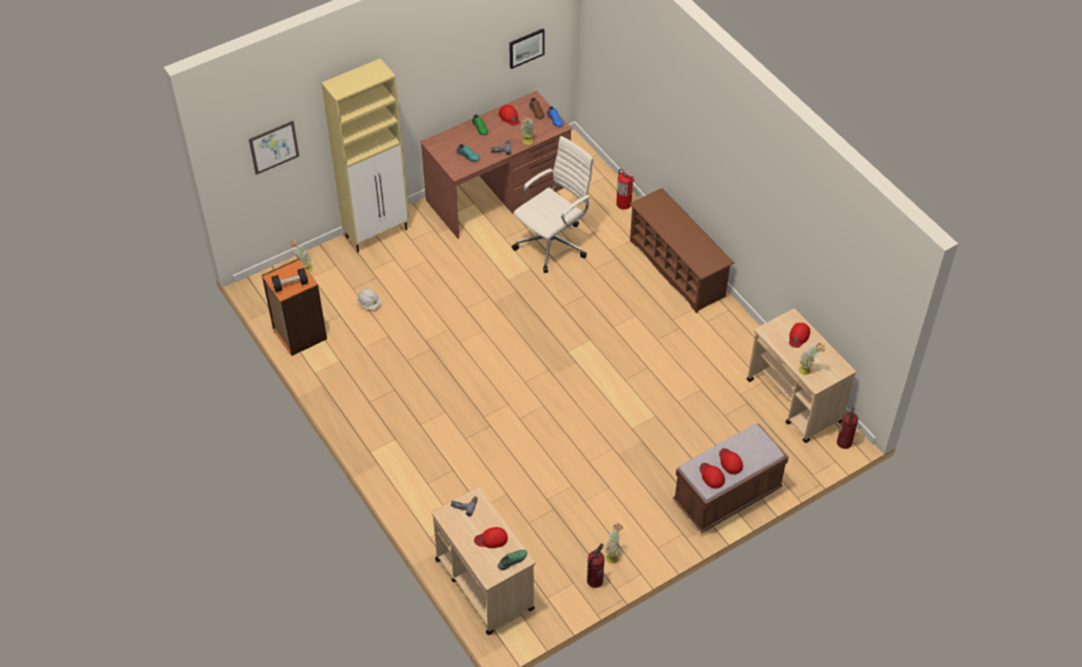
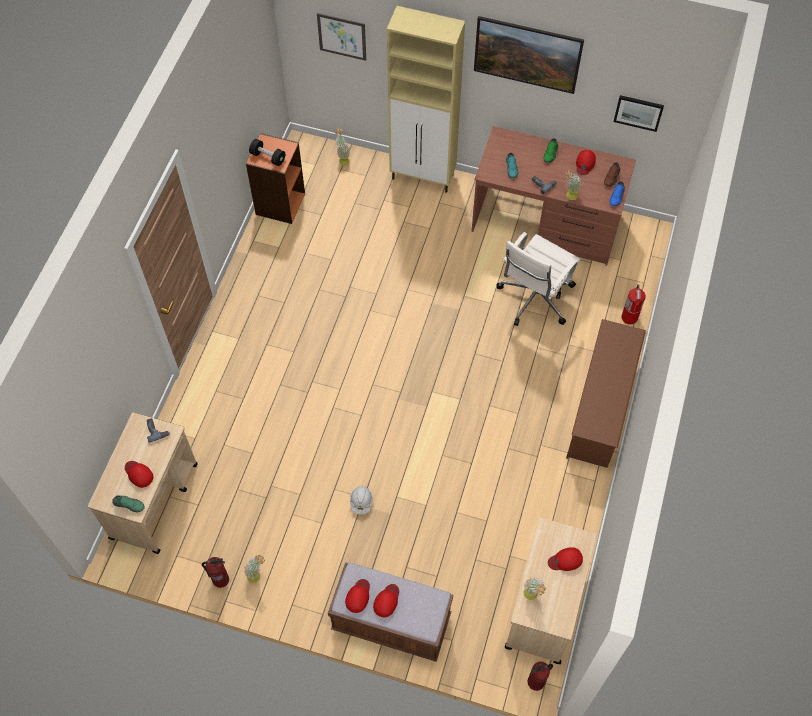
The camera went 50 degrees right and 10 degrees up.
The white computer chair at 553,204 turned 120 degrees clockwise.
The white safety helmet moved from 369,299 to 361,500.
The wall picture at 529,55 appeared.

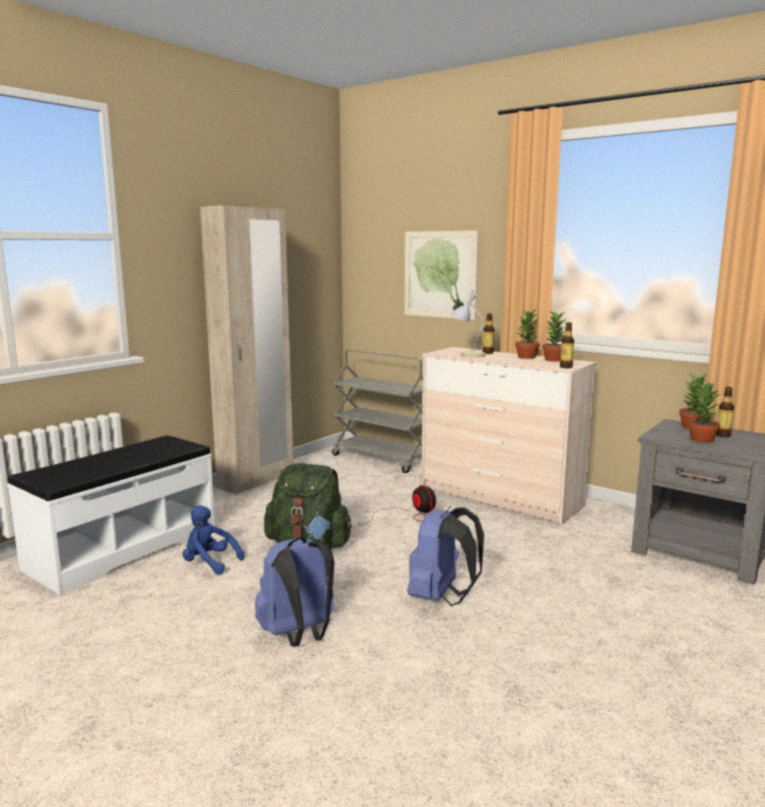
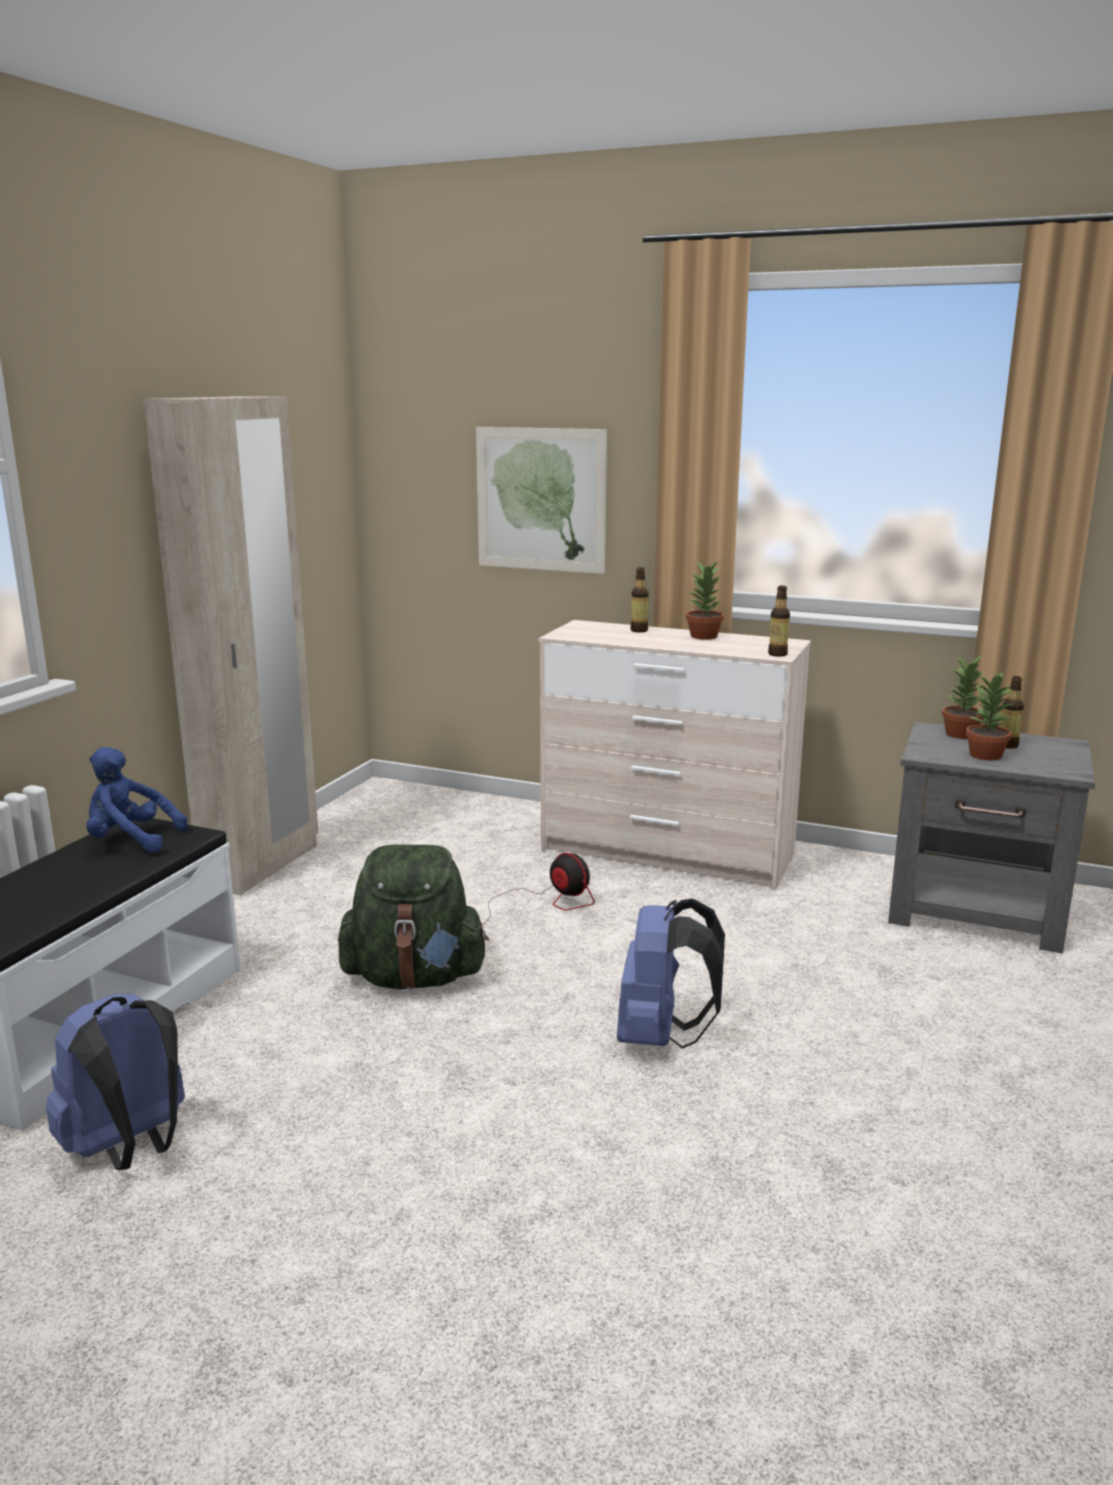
The camera went 15 degrees left and 5 degrees up.
The lamp for a table at 468,324 disappeared.
The potted plant at 553,336 disappeared.
The grey cart at 377,411 disappeared.
The blue-coloured cuddly toy moved from 213,540 to 137,800.
The blue-coloured backpack moved from 295,592 to 115,1082.

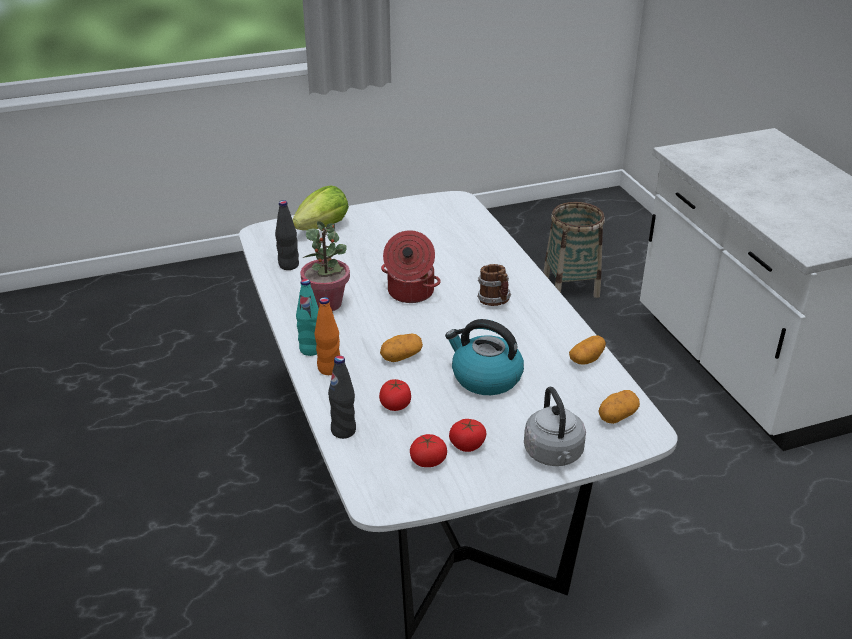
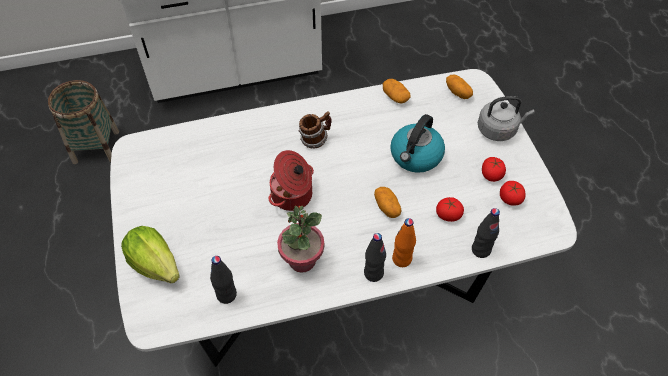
The camera went 85 degrees left and 20 degrees up.
The turquoise-coloured drink bottle at 307,317 became the black-coloured drink bottle at 375,257.

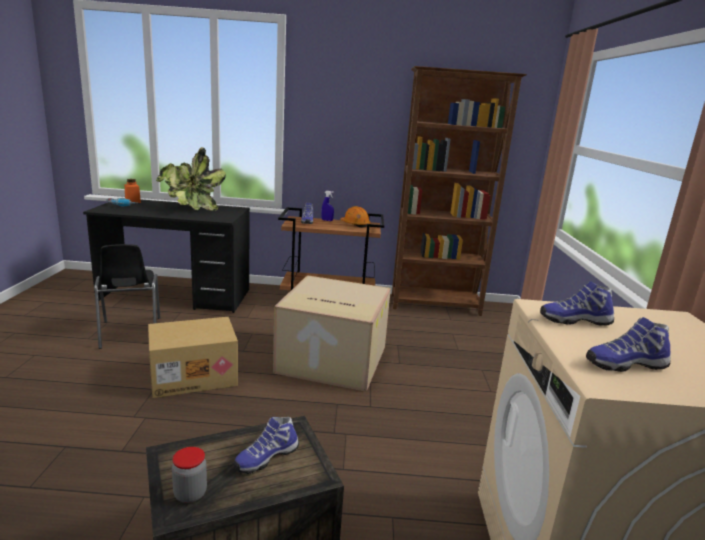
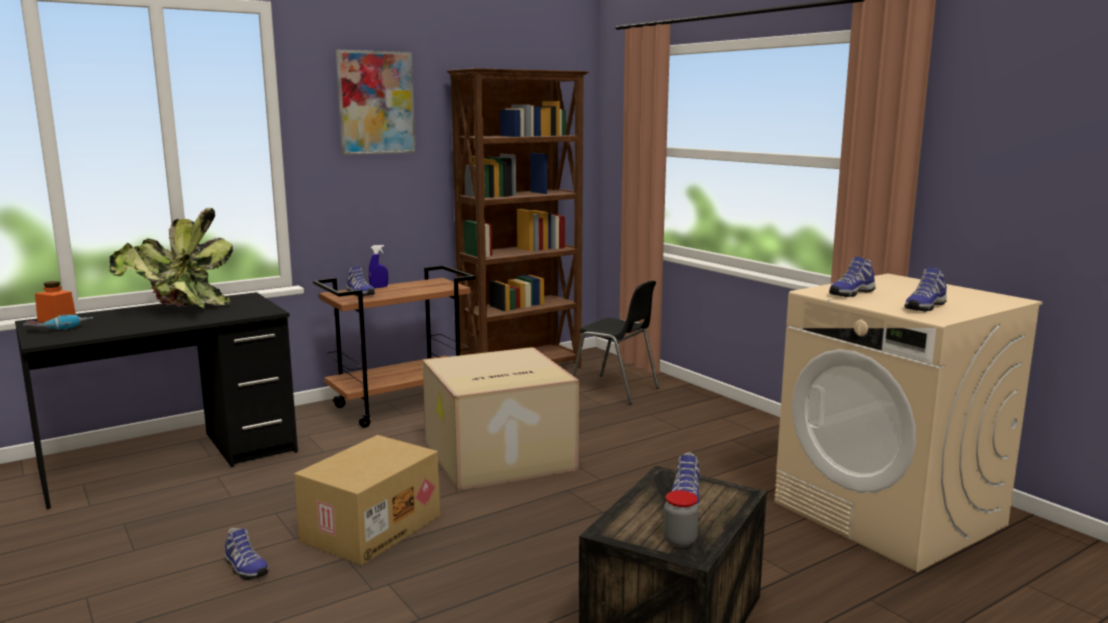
The camera went 35 degrees left and 5 degrees down.
The orange-coloured safety helmet at 355,217 disappeared.
The black-coloured chair moved from 127,296 to 616,342.
The wall picture at 376,102 appeared.
The shoe at 247,554 appeared.

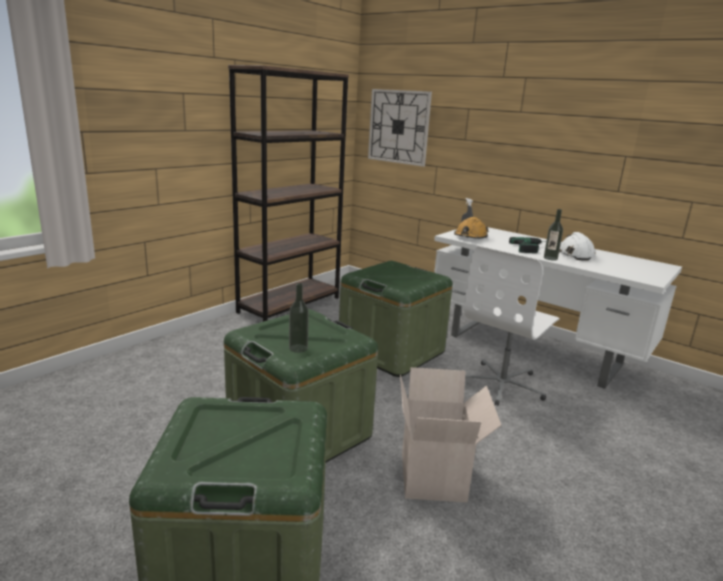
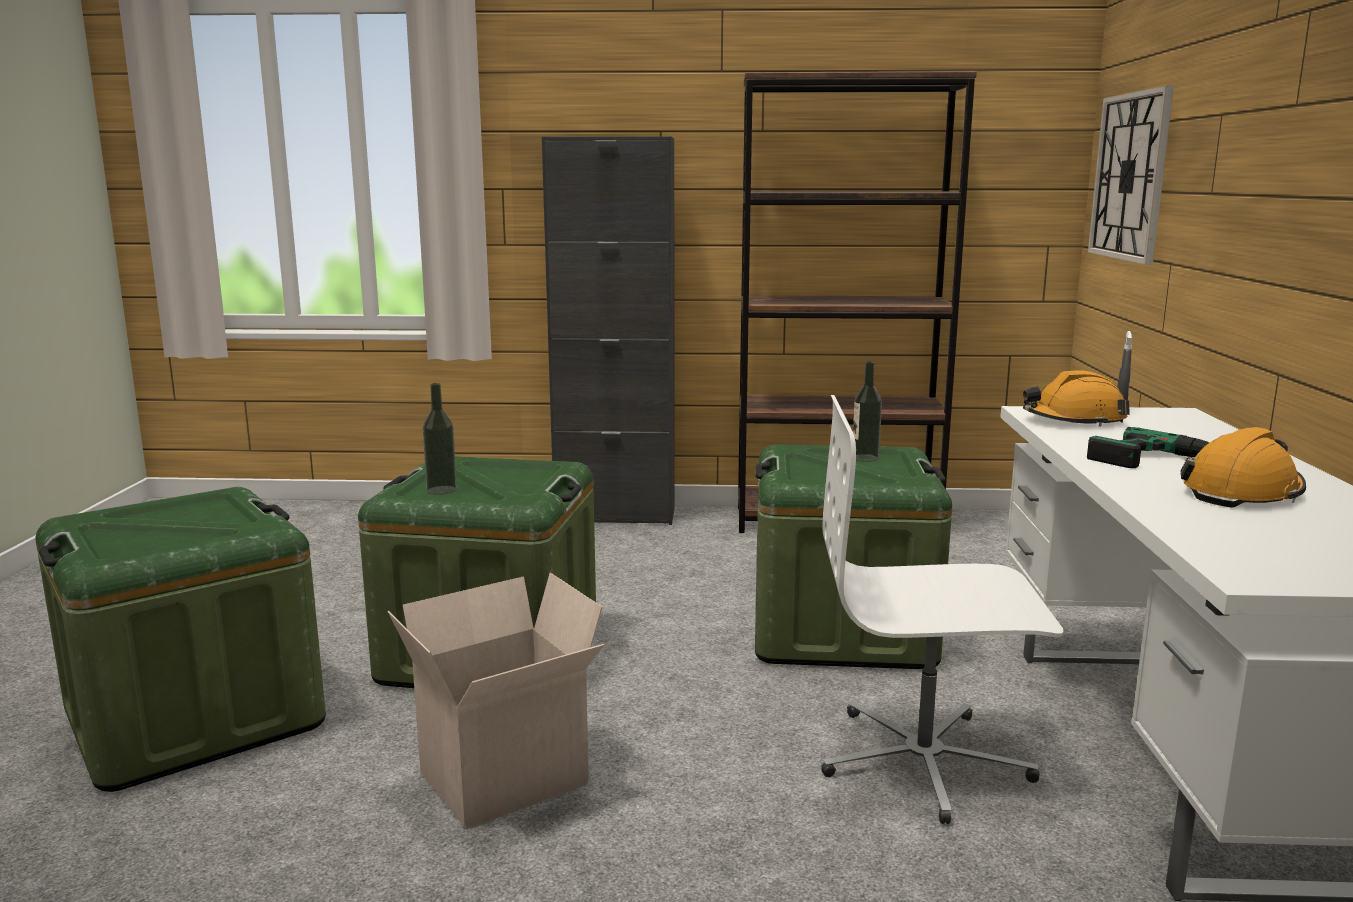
The camera went 55 degrees right and 5 degrees down.
The drink bottle moved from 553,235 to 867,411.
The white safety helmet at 577,246 became the orange-coloured safety helmet at 1243,467.
The black-coloured storage cabinet at 608,330 appeared.

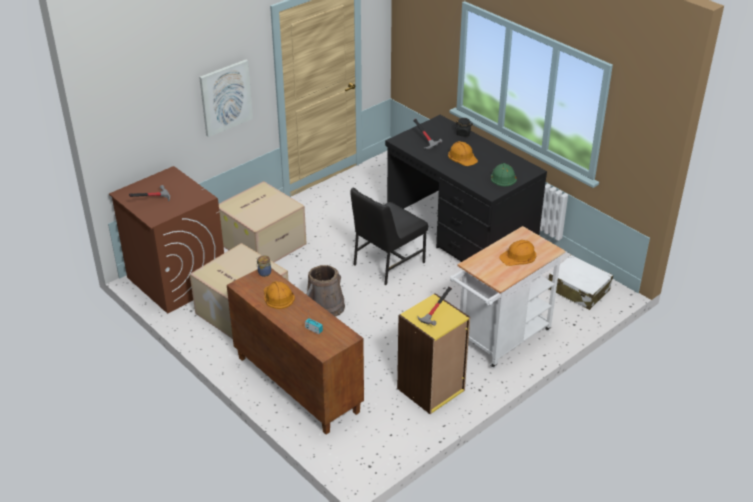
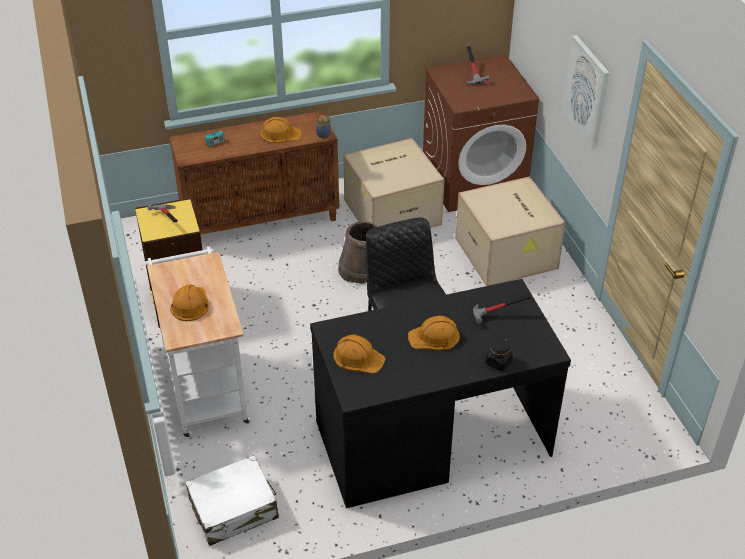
The camera went 115 degrees right and 5 degrees up.
The green-coloured safety helmet at 504,175 became the orange-coloured safety helmet at 359,354.

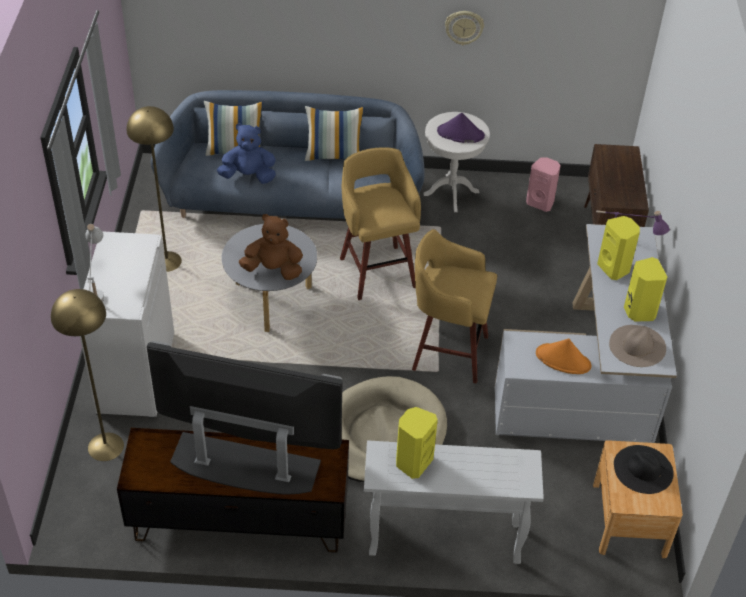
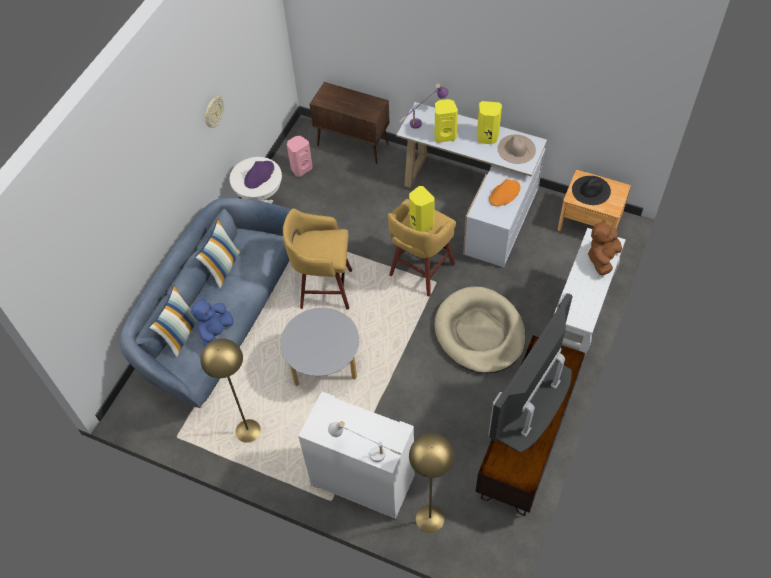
The camera went 65 degrees left and 10 degrees up.
The brownish cuddly toy moved from 271,247 to 605,247.
The yellow audio speaker moved from 417,443 to 422,209.

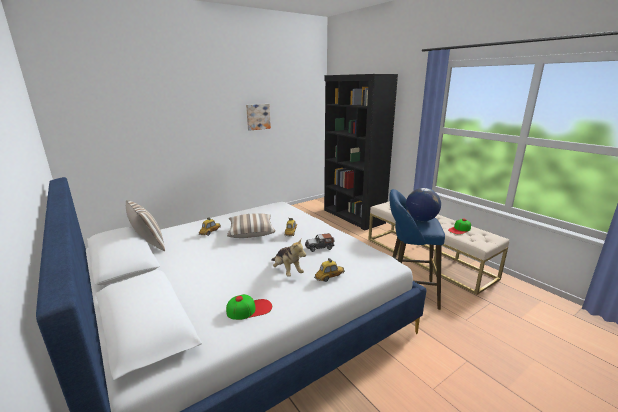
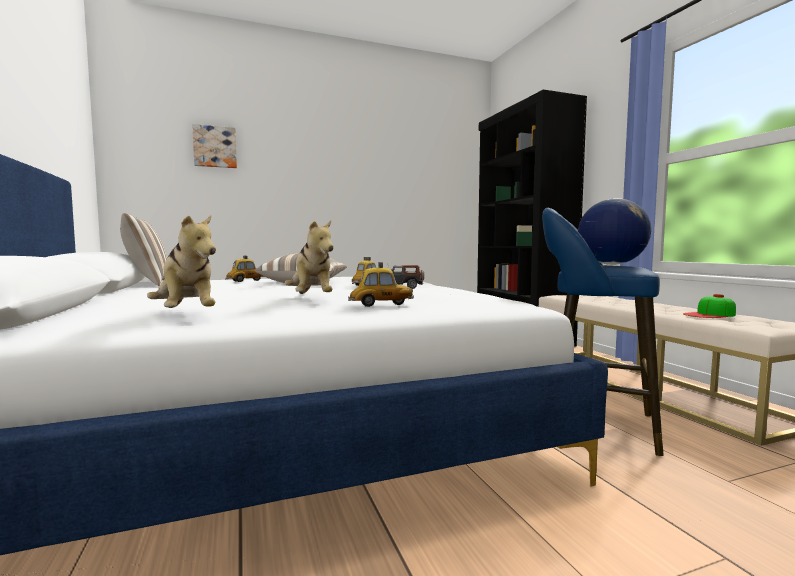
The camera went 15 degrees right and 15 degrees down.
The wall picture moved from 258,117 to 214,146.
The baseball cap at 249,307 was replaced by the cuddly toy at 181,261.

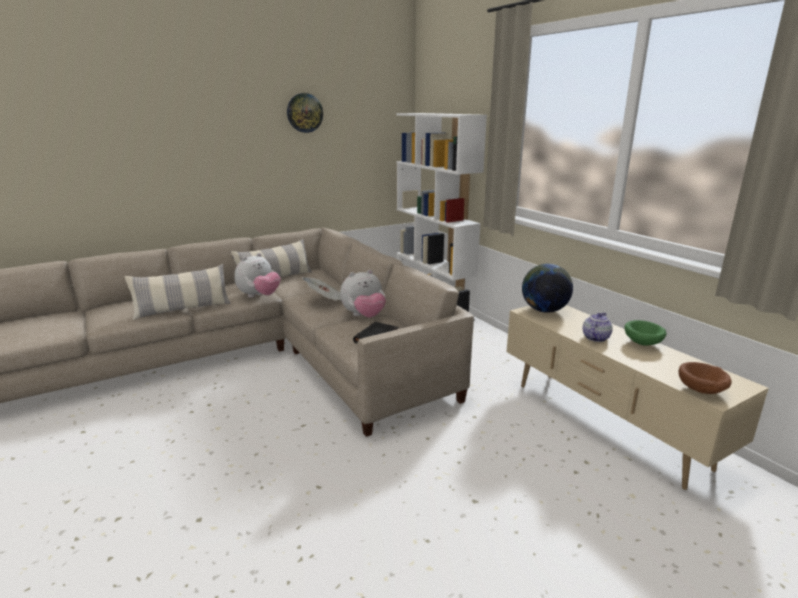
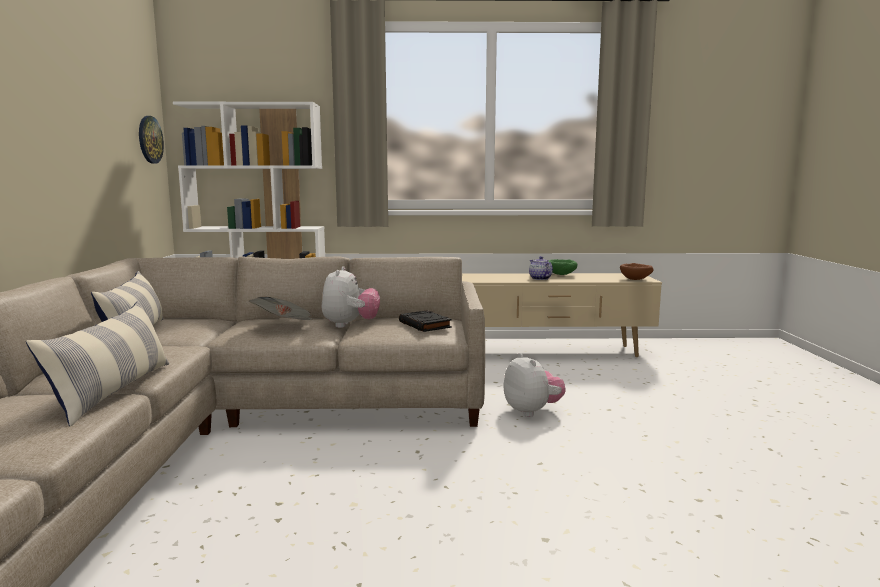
The camera went 60 degrees left and 10 degrees down.
The clock on the wall moved from 305,113 to 151,140.
The cuddly toy moved from 257,275 to 534,385.
The globe at 547,288 disappeared.

